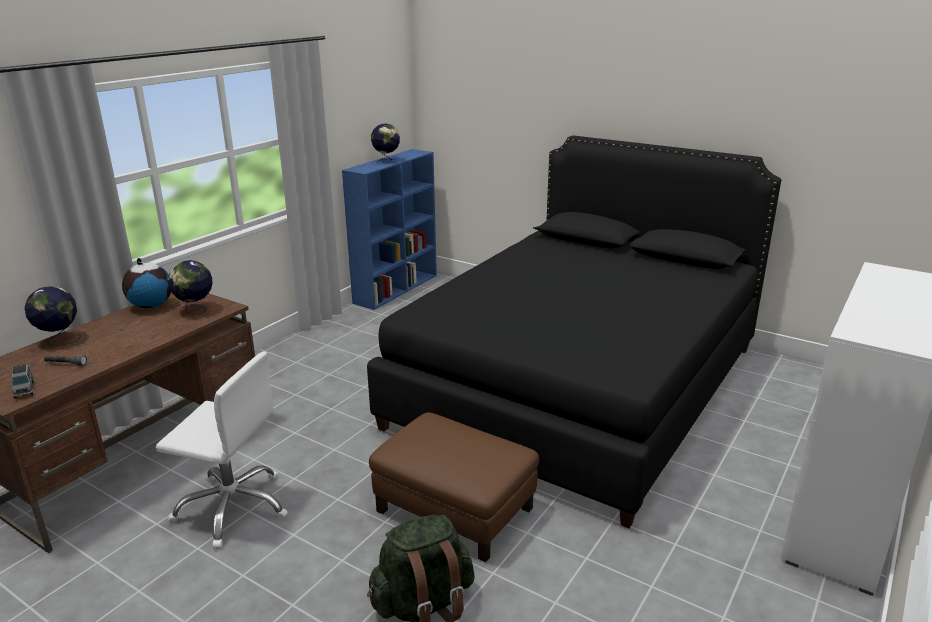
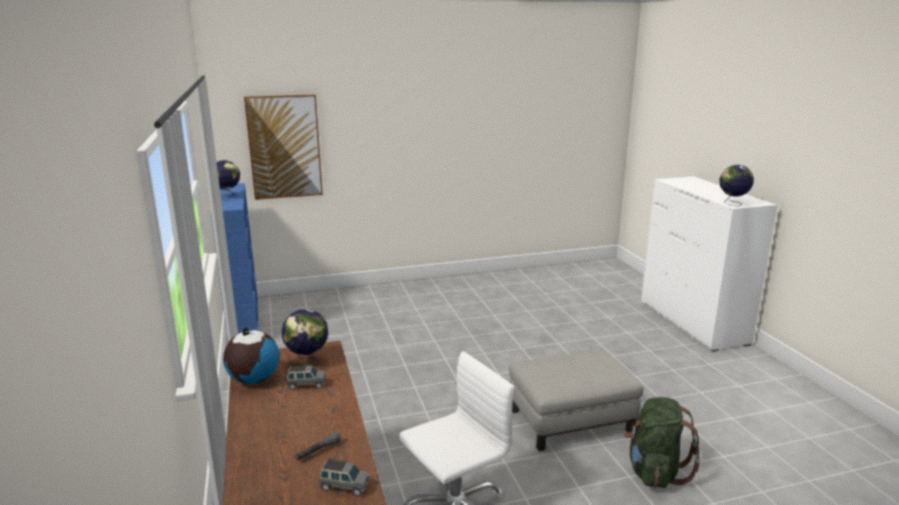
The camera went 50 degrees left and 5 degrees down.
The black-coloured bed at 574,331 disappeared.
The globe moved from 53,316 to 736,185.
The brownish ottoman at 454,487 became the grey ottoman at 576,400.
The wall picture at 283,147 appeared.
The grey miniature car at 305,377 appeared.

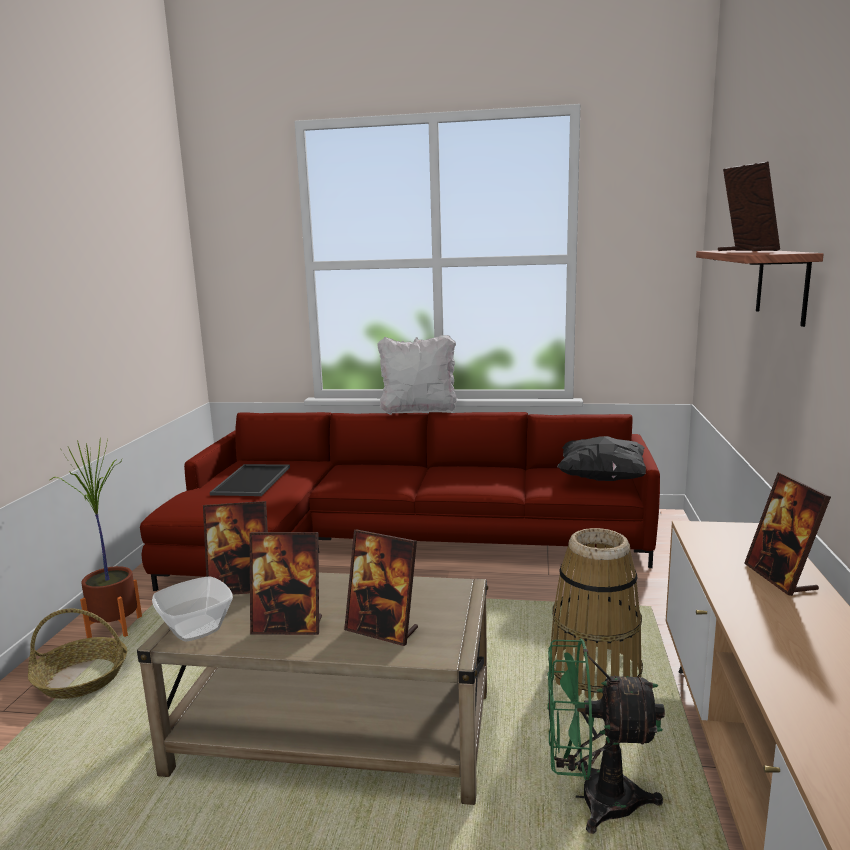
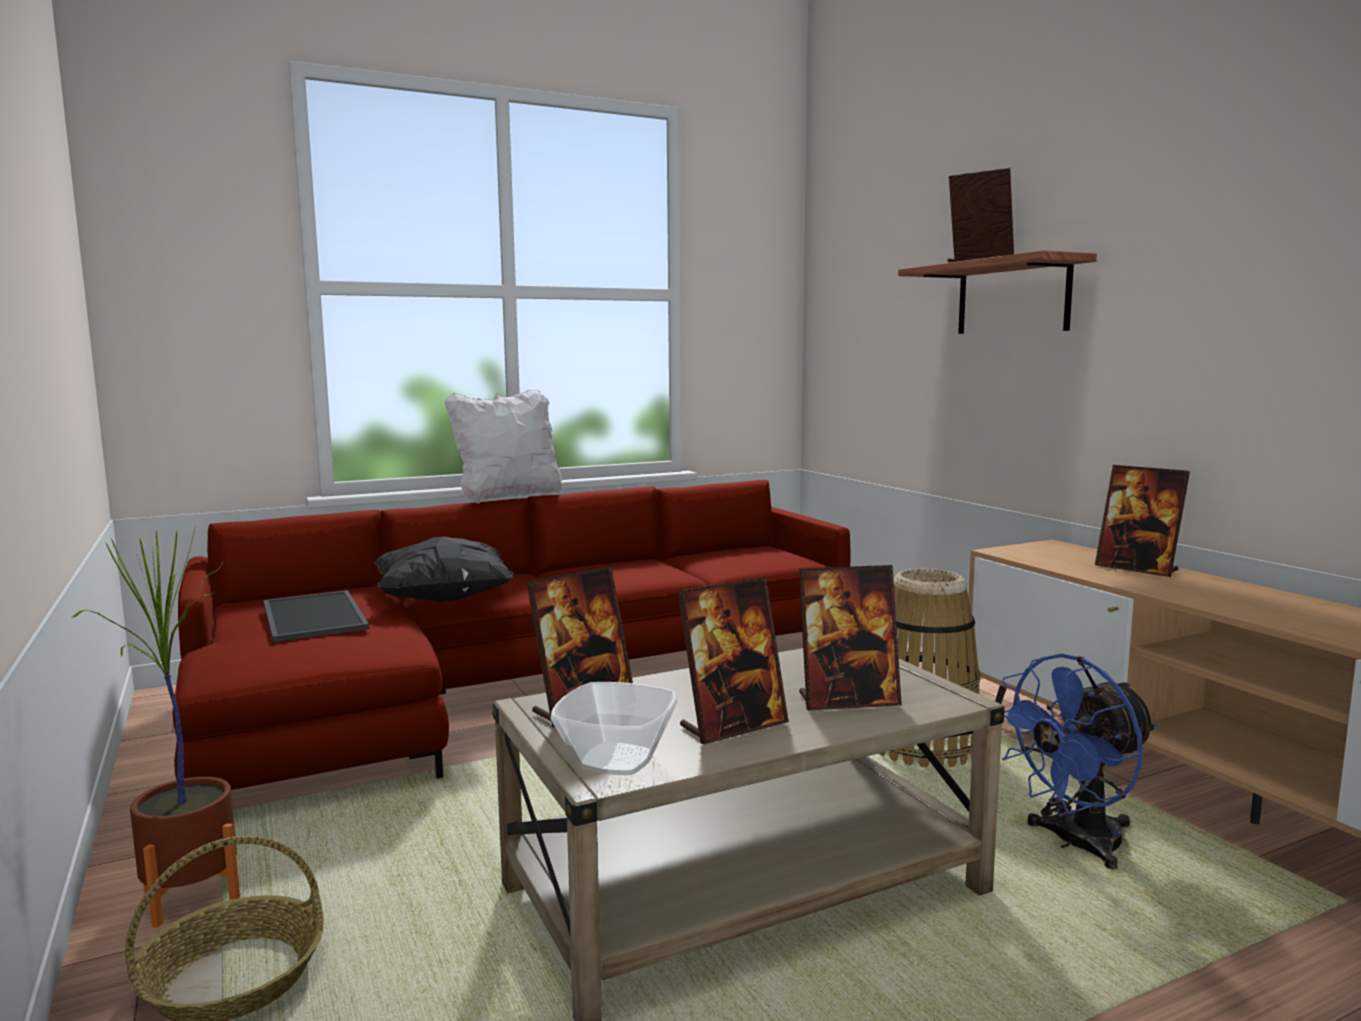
The camera went 35 degrees left and 5 degrees down.
The black-coloured pillow moved from 601,458 to 443,569.
The green-coloured electric fan at 606,736 became the blue-coloured electric fan at 1079,761.

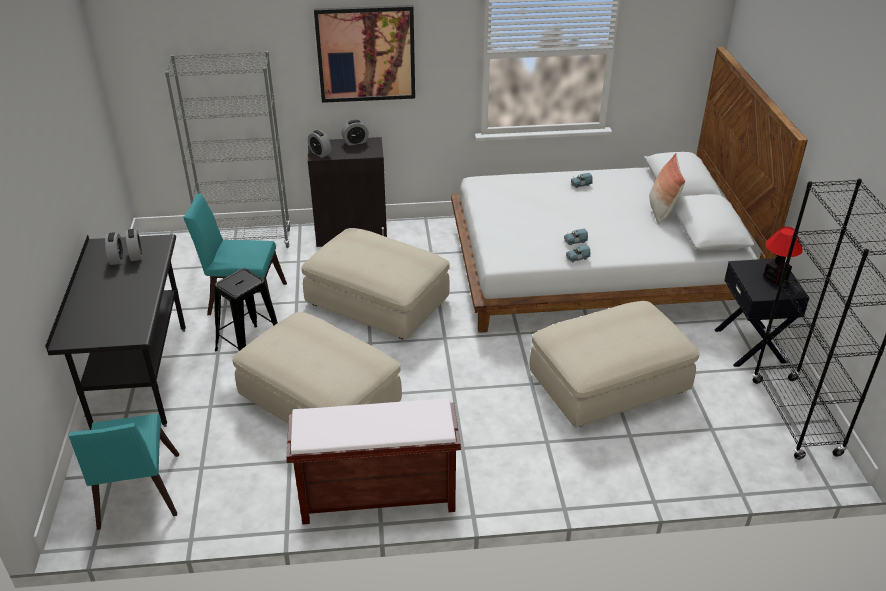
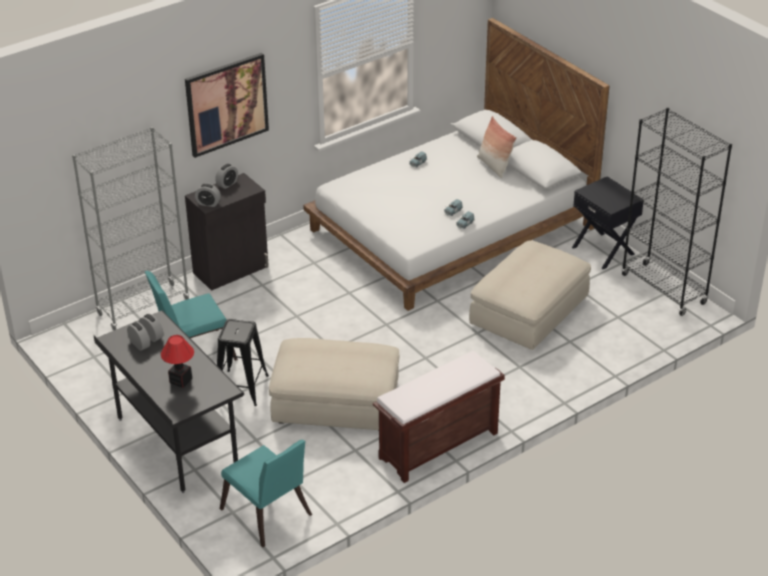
The camera went 30 degrees left and 0 degrees up.
The lamp for a table moved from 783,256 to 177,361.
The beige-coloured ottoman at 375,284 disappeared.

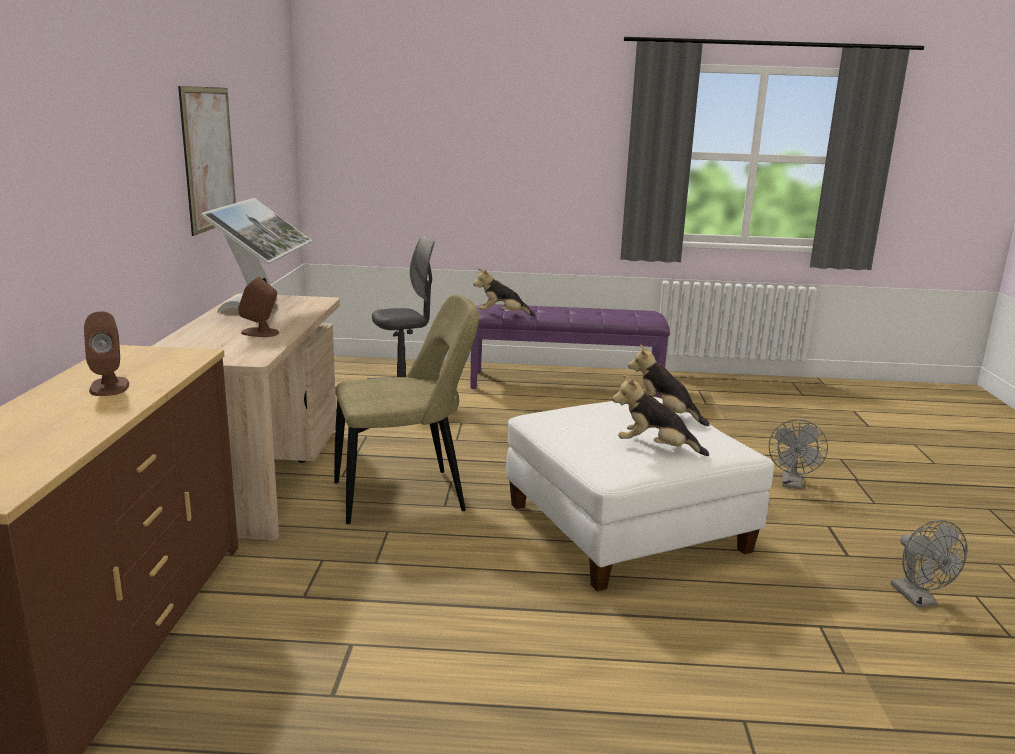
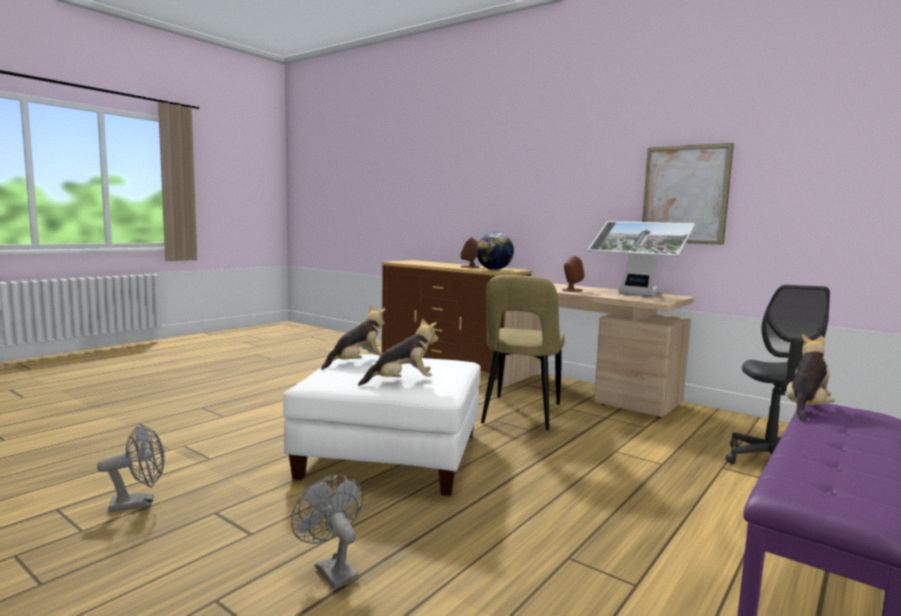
The camera went 125 degrees right and 10 degrees down.
The grey electric fan at 929,563 turned 135 degrees clockwise.
The globe at 495,251 appeared.

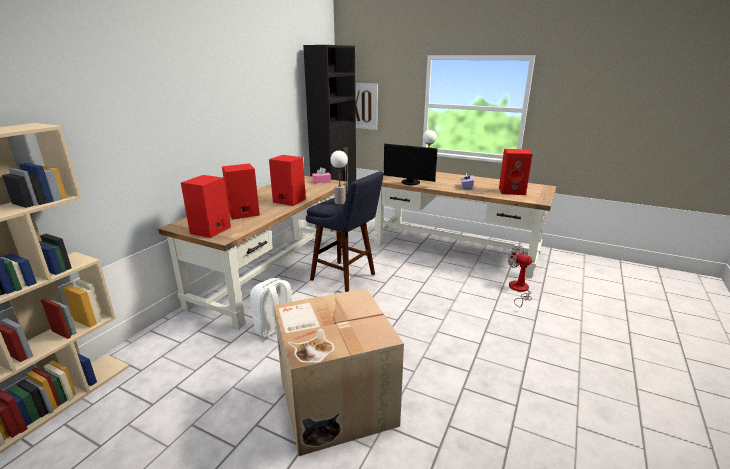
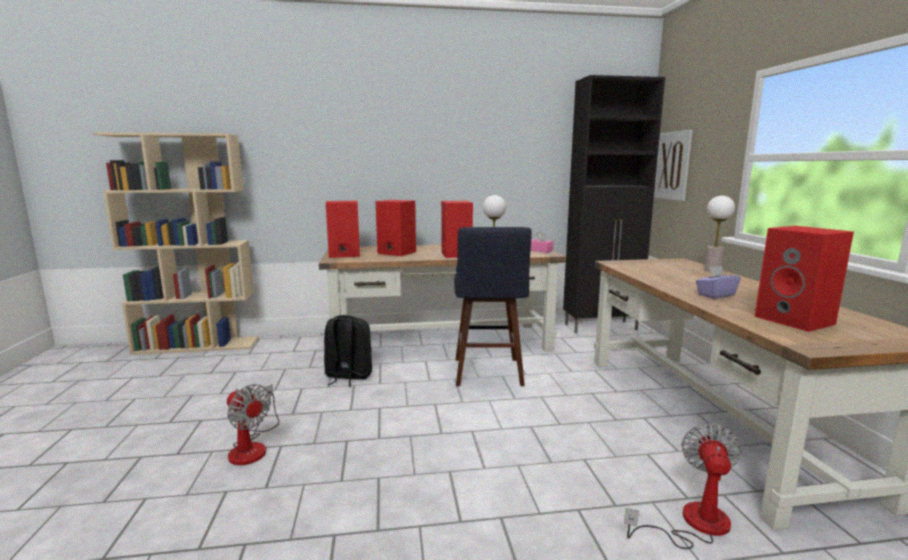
The camera went 55 degrees right and 10 degrees down.
The computer screen at 411,164 disappeared.
The white backpack at 271,308 became the black-coloured backpack at 348,351.
The carton at 339,372 was replaced by the electric fan at 253,424.

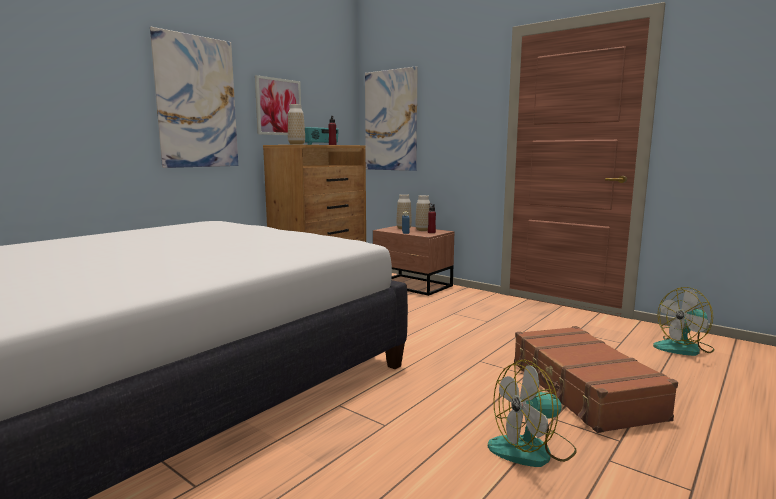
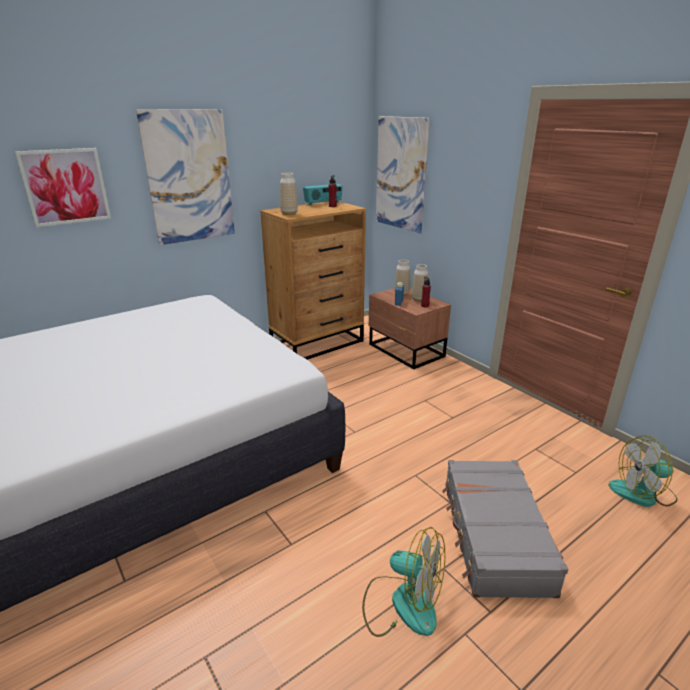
The camera went 15 degrees right and 15 degrees up.
The wall picture moved from 278,105 to 63,187.
The brownish suitcase at 596,379 became the grey suitcase at 505,529.
The electric fan at 532,413 turned 150 degrees counterclockwise.

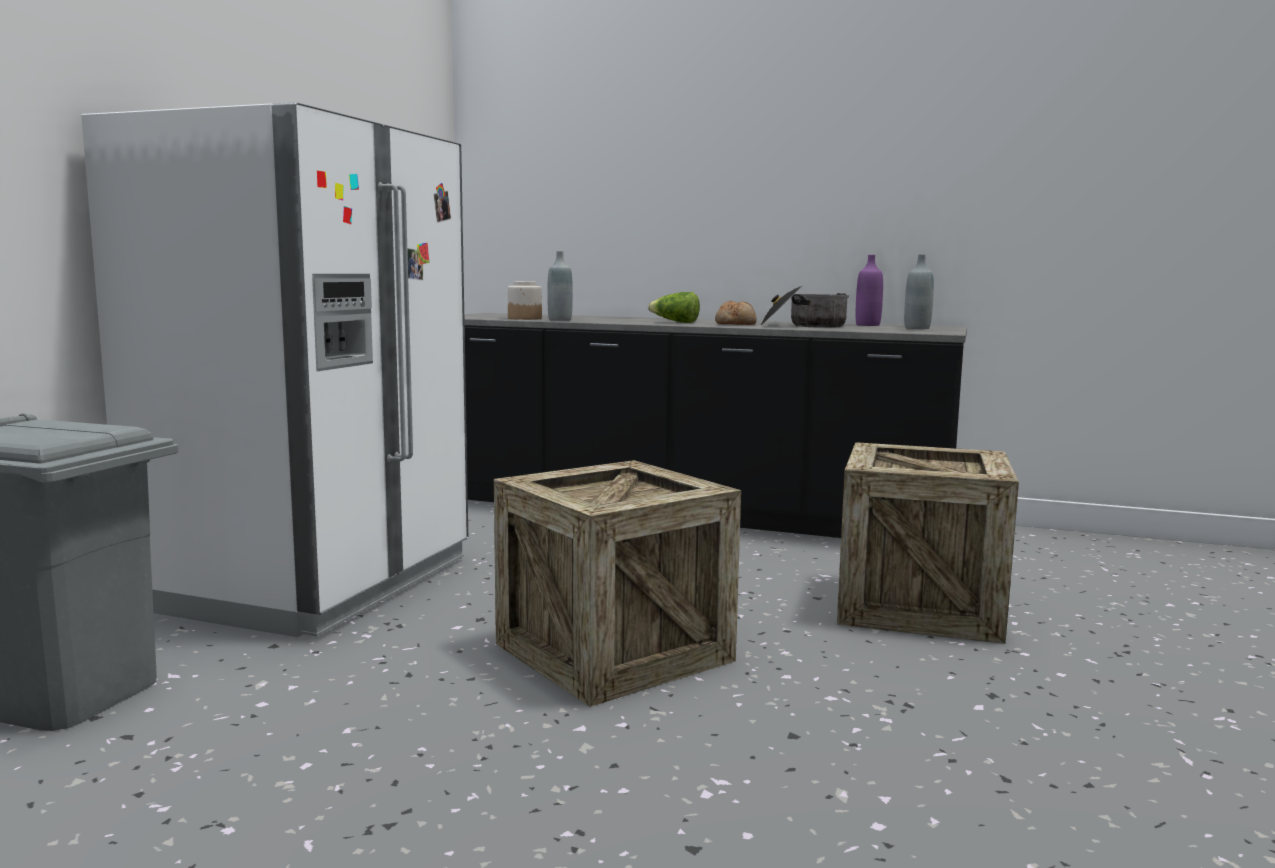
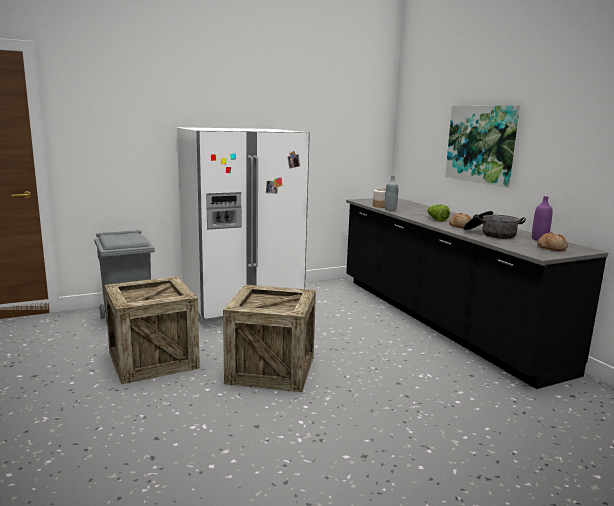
The camera went 45 degrees right and 5 degrees up.
The grey drink bottle at 919,291 was replaced by the bakery bread at 552,241.
The packing crate moved from 928,543 to 152,330.
The wall picture at 482,146 appeared.

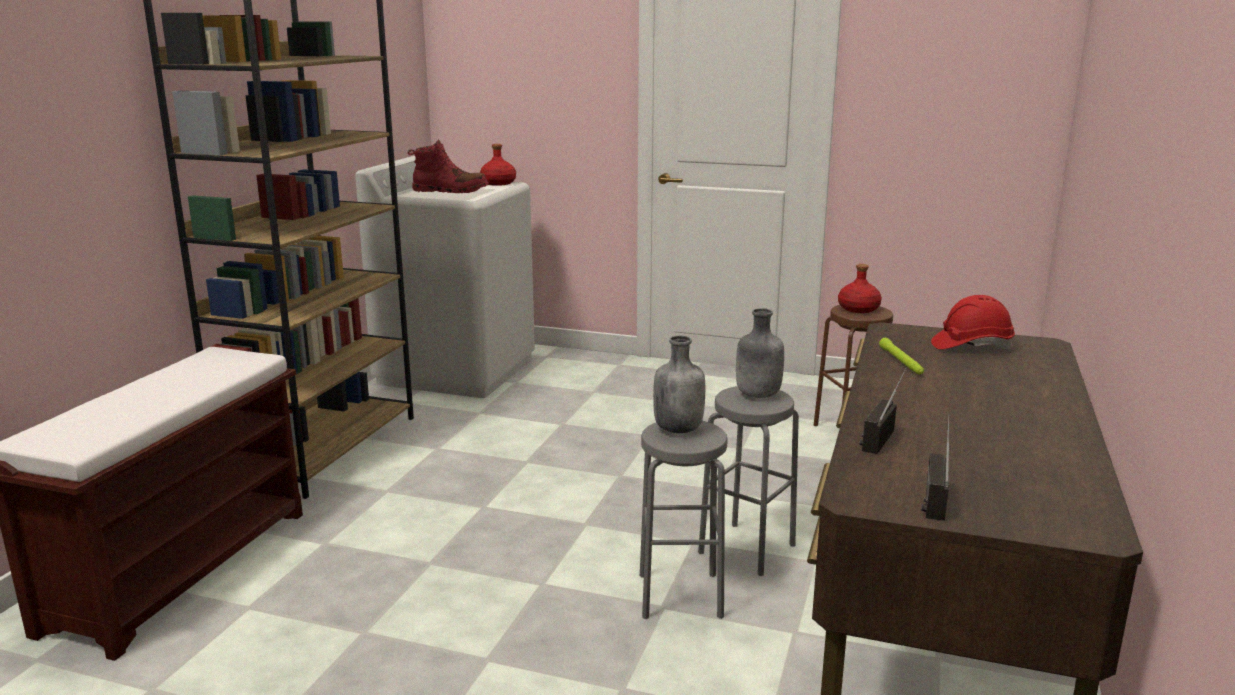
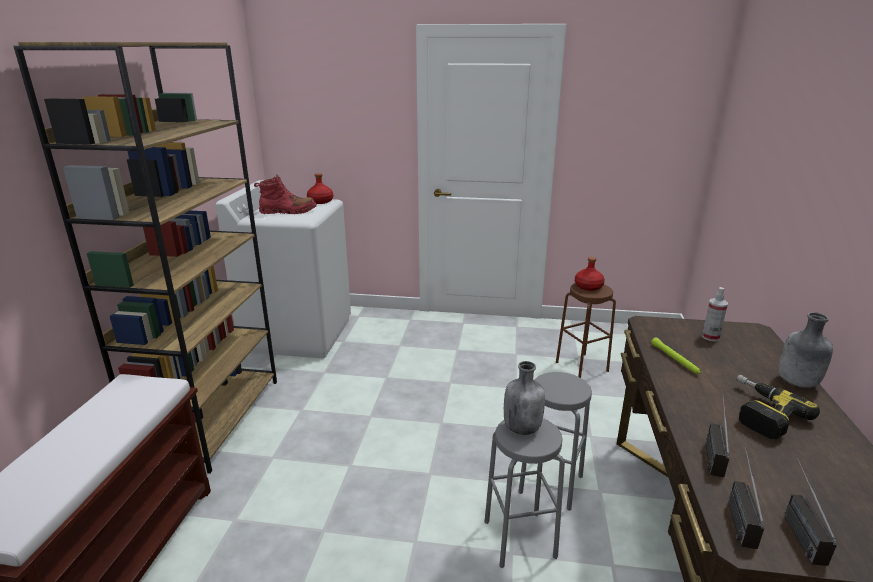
The camera went 10 degrees left and 5 degrees up.
The red safety helmet at 973,322 was replaced by the sprayer at 715,314.
The grey drink bottle moved from 760,353 to 806,350.
The electric drill at 778,407 appeared.
The radio set at 746,497 appeared.

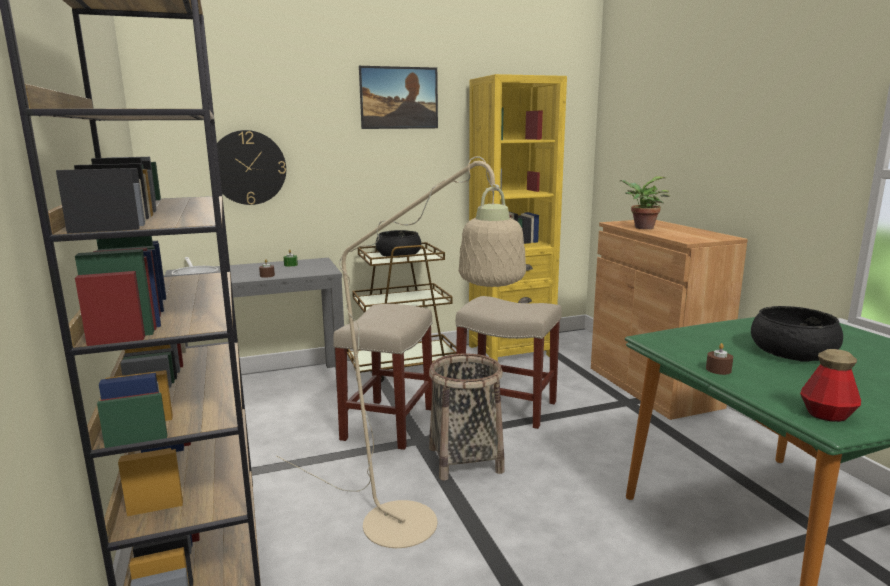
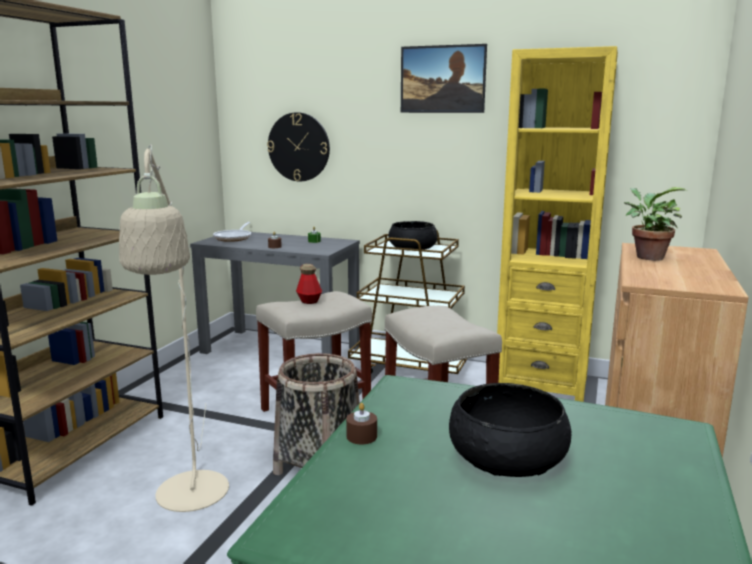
The camera went 40 degrees right and 0 degrees up.
The drink bottle moved from 830,385 to 309,284.

